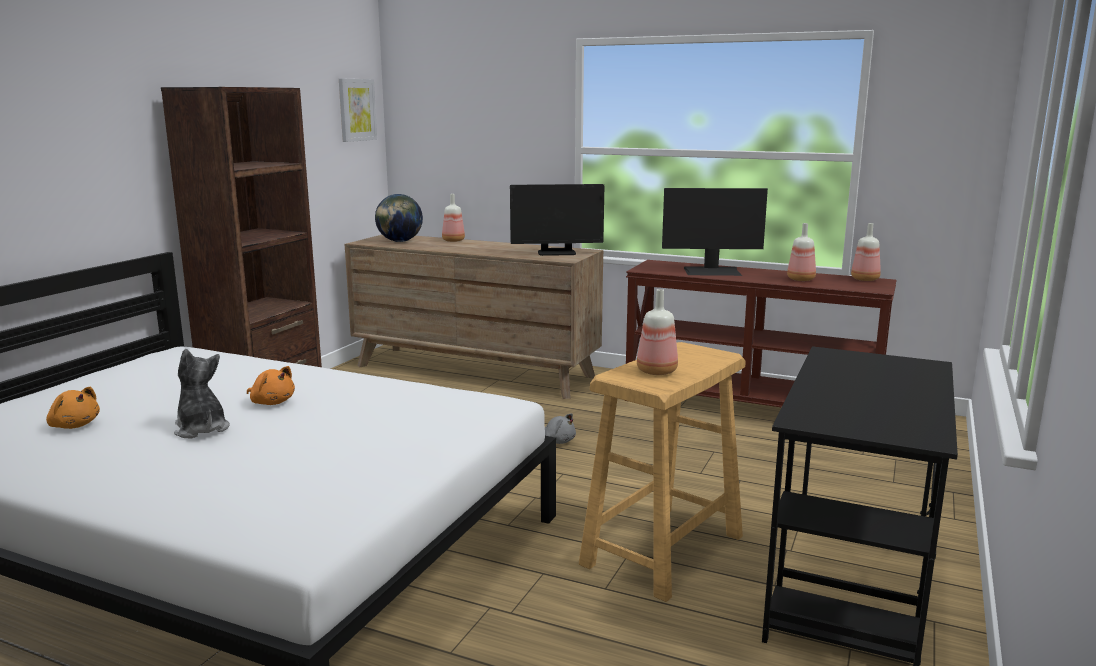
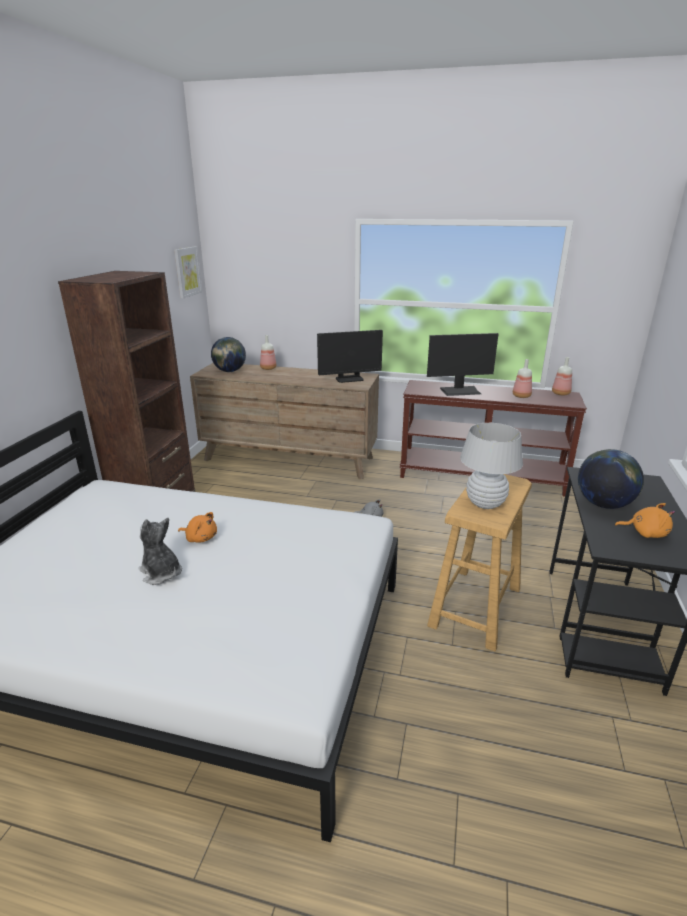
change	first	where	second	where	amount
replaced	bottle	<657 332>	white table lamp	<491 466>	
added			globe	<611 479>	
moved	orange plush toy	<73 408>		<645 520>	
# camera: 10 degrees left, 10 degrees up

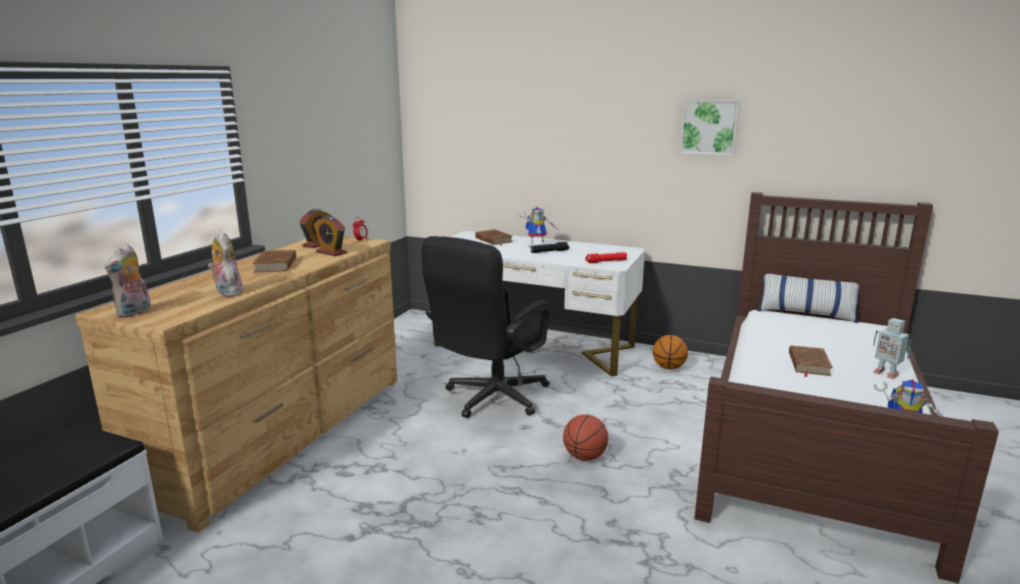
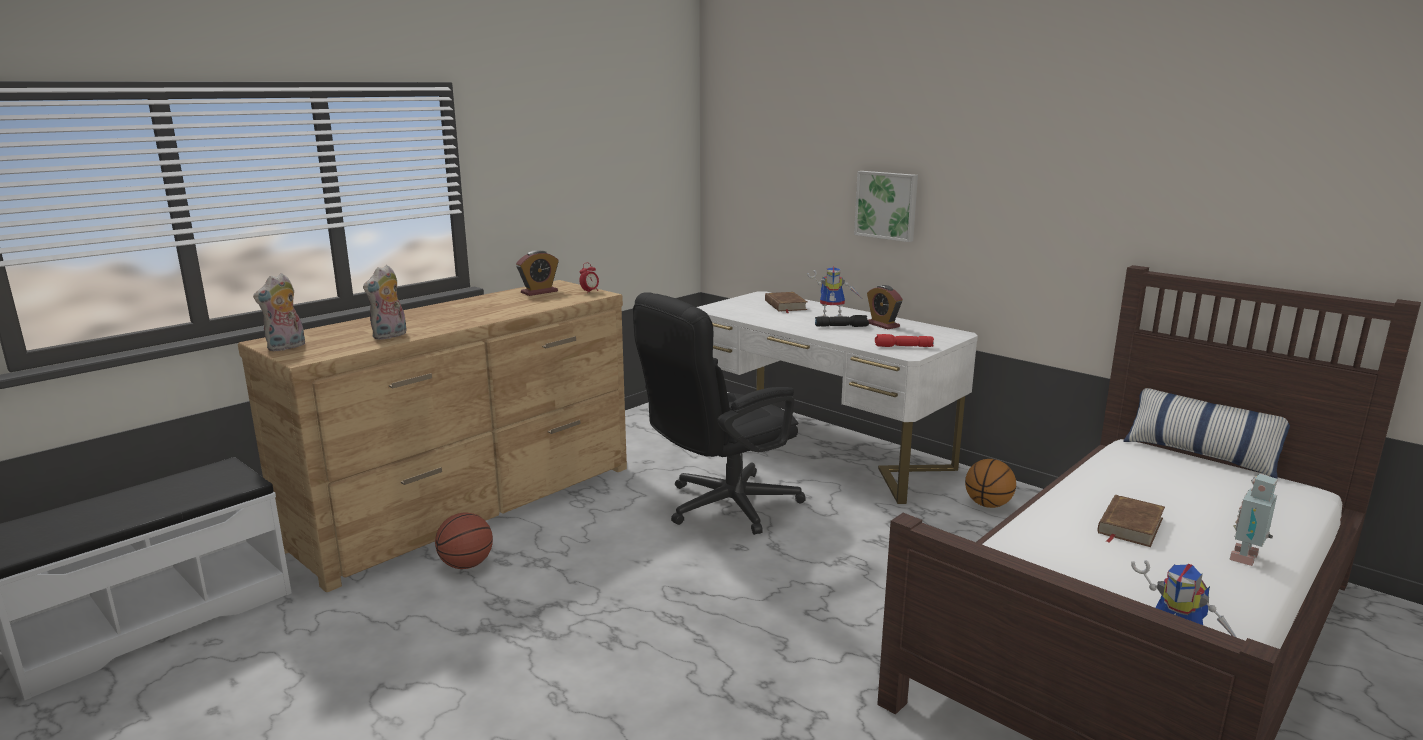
change	first	where	second	where	amount
turned	plush toy	<225 263>		<385 302>	135 degrees counterclockwise
moved	basketball	<585 438>		<464 541>	
moved	picture	<710 127>		<886 206>	
moved	alarm clock	<330 236>		<885 307>	
turned	toy robot	<892 348>		<1253 519>	60 degrees clockwise
removed	brown book	<274 261>			
# camera: 20 degrees right, 0 degrees up

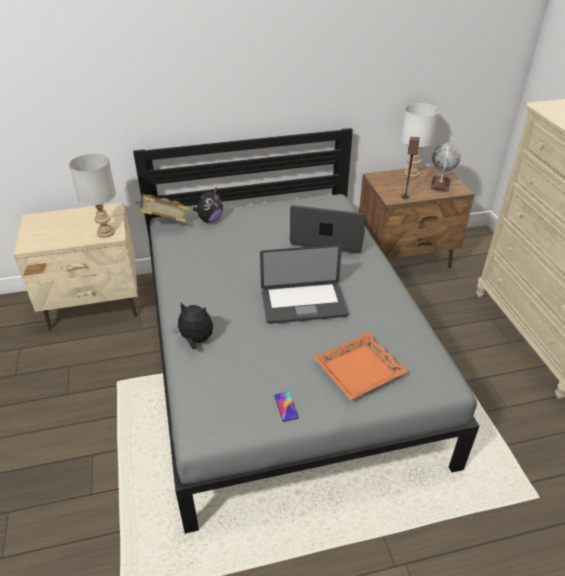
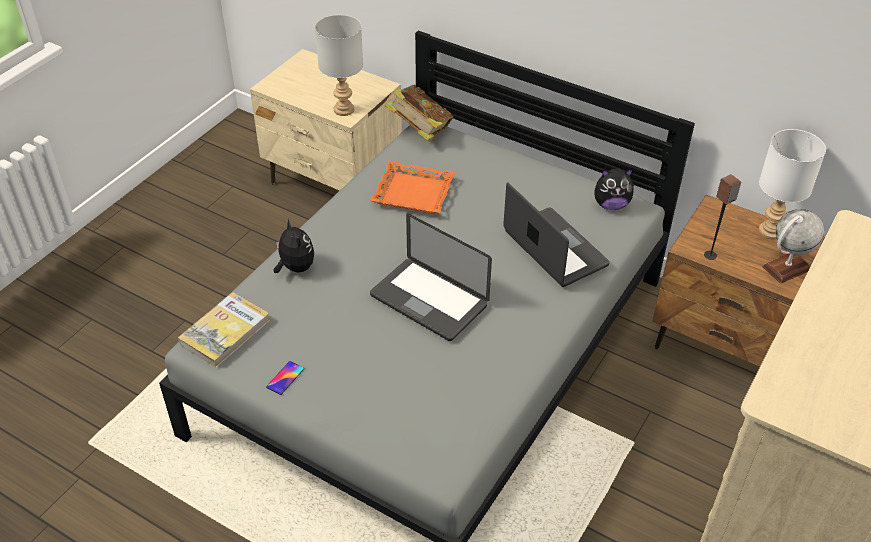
change	first	where	second	where	amount
added			book	<224 330>	
moved	orange tray	<361 366>		<413 187>	
moved	plush toy	<208 205>		<614 189>	
# camera: 45 degrees right, 5 degrees up

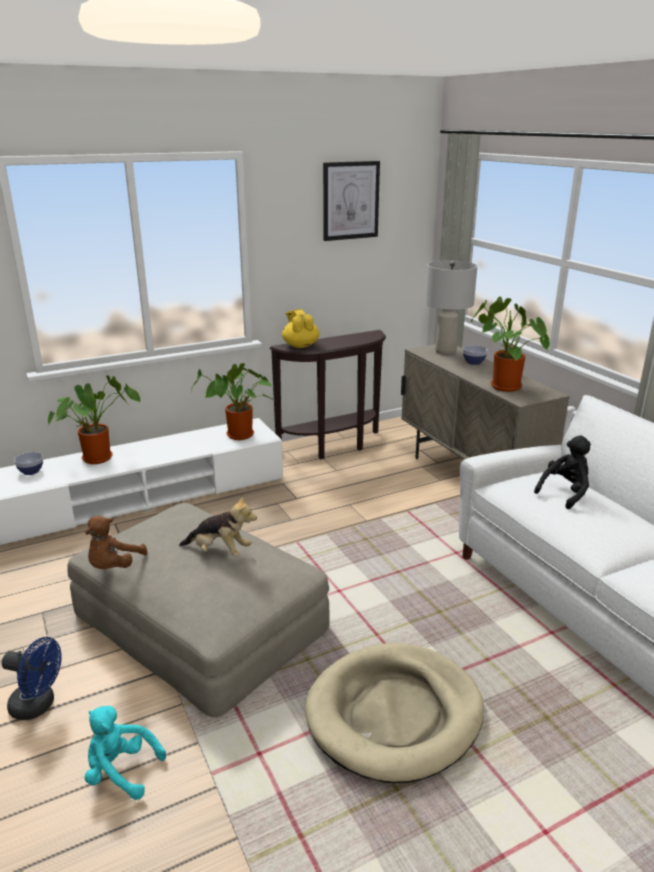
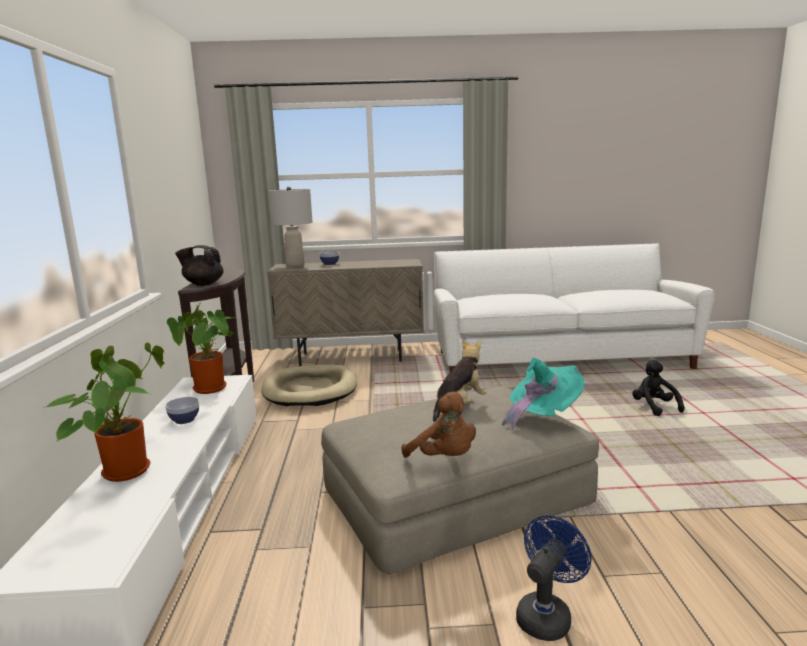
change	first	where	second	where	amount
moved	bowl	<28 463>		<182 410>	
recoloured	yellow teapot	<301 328>	black teapot	<199 265>	
moved	beige dog bed	<394 713>		<309 385>	
added			turquoise hat	<543 393>	
moved	black plush toy	<562 472>		<658 388>	
removed	turquoise plush toy	<125 753>			
removed	picture	<351 201>			
removed	potted plant	<510 344>			
# camera: 65 degrees left, 10 degrees down

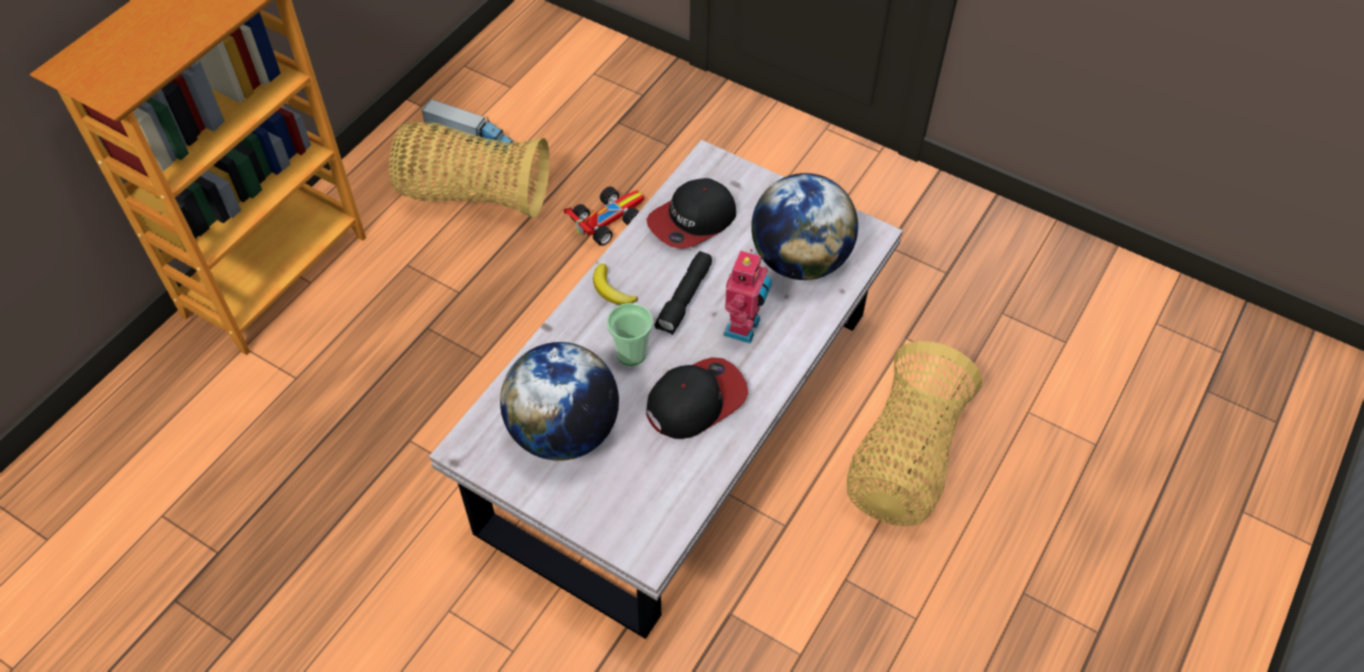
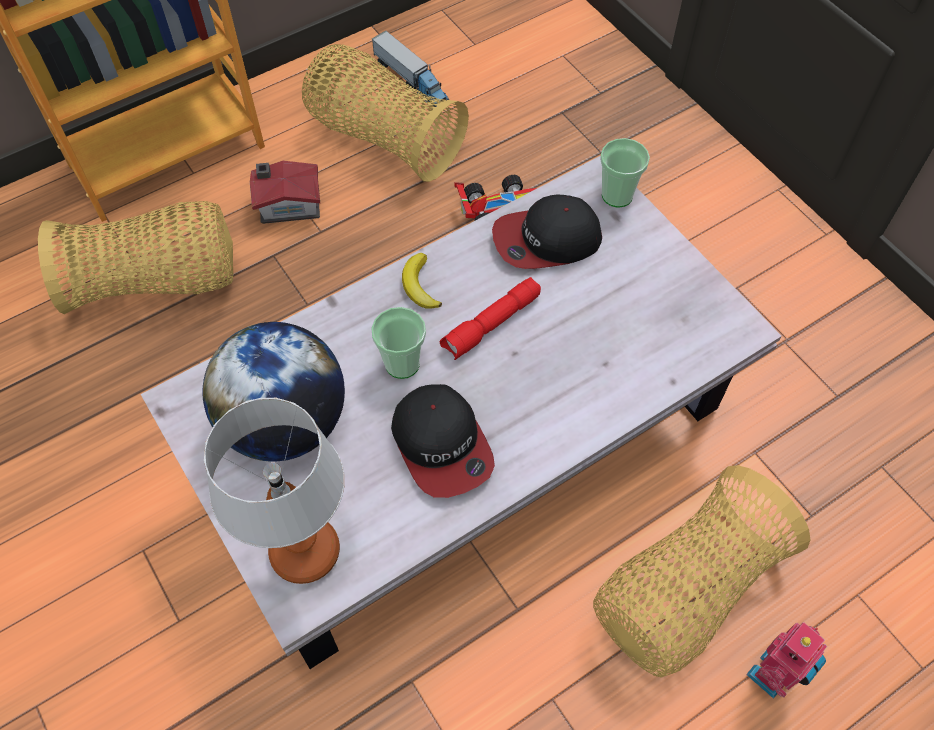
change	first	where	second	where	amount
added			basket	<135 257>	
added			table lamp	<274 491>	
added			toy house	<285 192>	
turned	cap	<697 398>		<443 441>	75 degrees clockwise
recoloured	black flashlight	<683 293>	red flashlight	<490 318>	
added			cup	<625 173>	
moved	toy robot	<747 296>		<786 660>	
removed	globe	<804 226>			
# camera: 25 degrees right, 5 degrees up

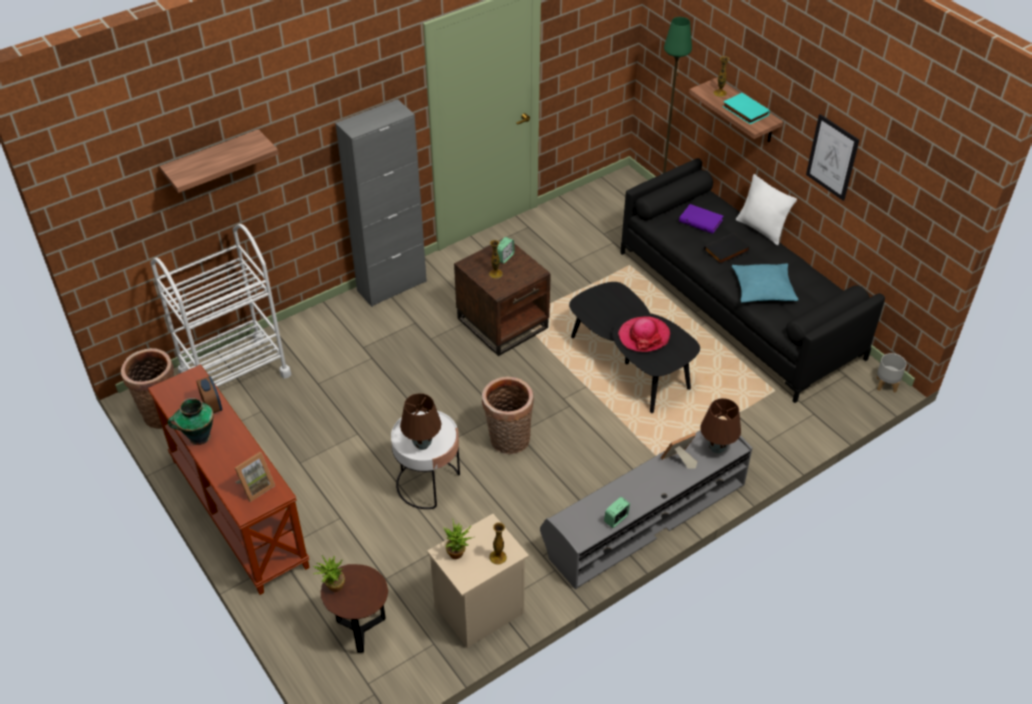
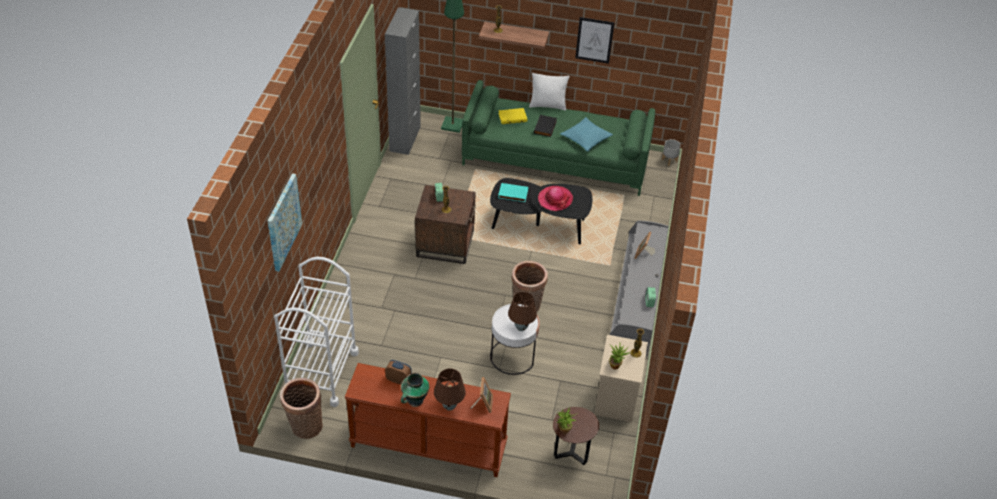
change	first	where	second	where	amount
replaced	shelf	<219 161>	picture	<285 222>	
moved	grey cabinet	<381 203>		<403 81>	
moved	brown table lamp	<720 426>		<450 389>	
recoloured	black sofa	<752 280>	green sofa	<558 138>	
recoloured	purple book	<701 219>	yellow book	<512 116>	
moved	turquoise book	<746 108>		<513 192>	
# camera: 45 degrees left, 0 degrees up

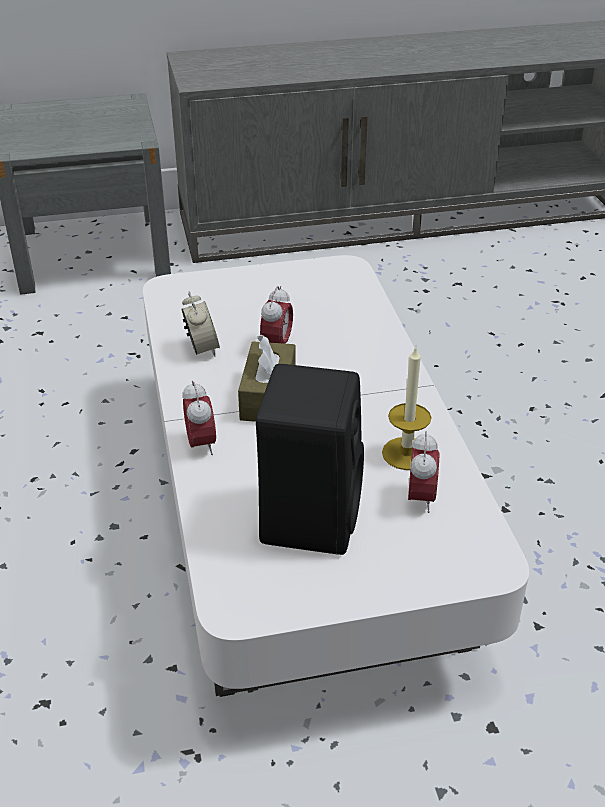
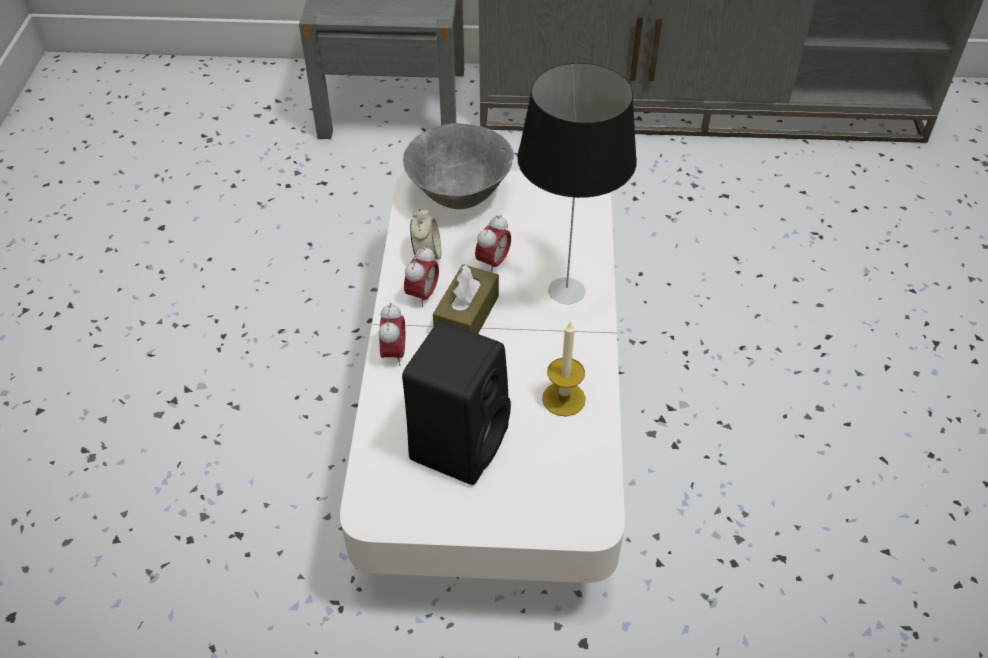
change	first	where	second	where	amount
added			grey bowl	<458 166>	
moved	alarm clock	<423 472>		<421 276>	
added			table lamp	<577 183>	
# camera: 15 degrees right, 10 degrees up

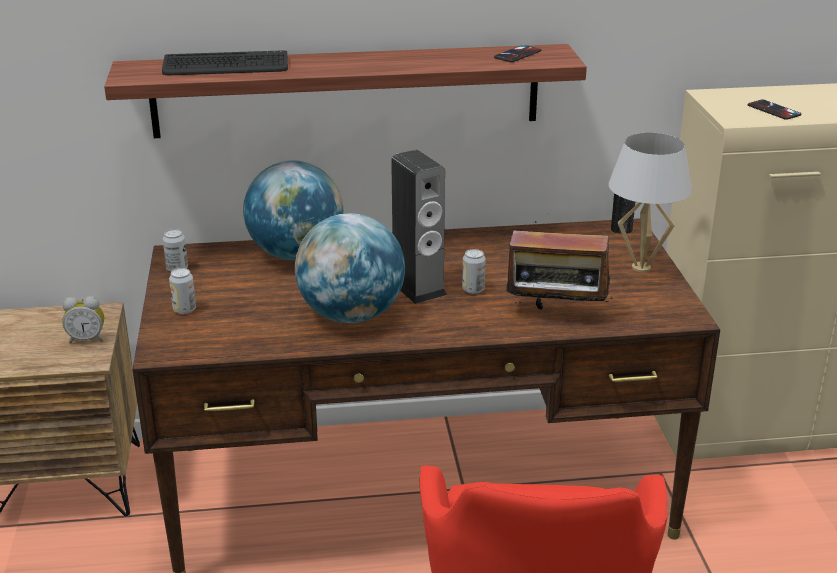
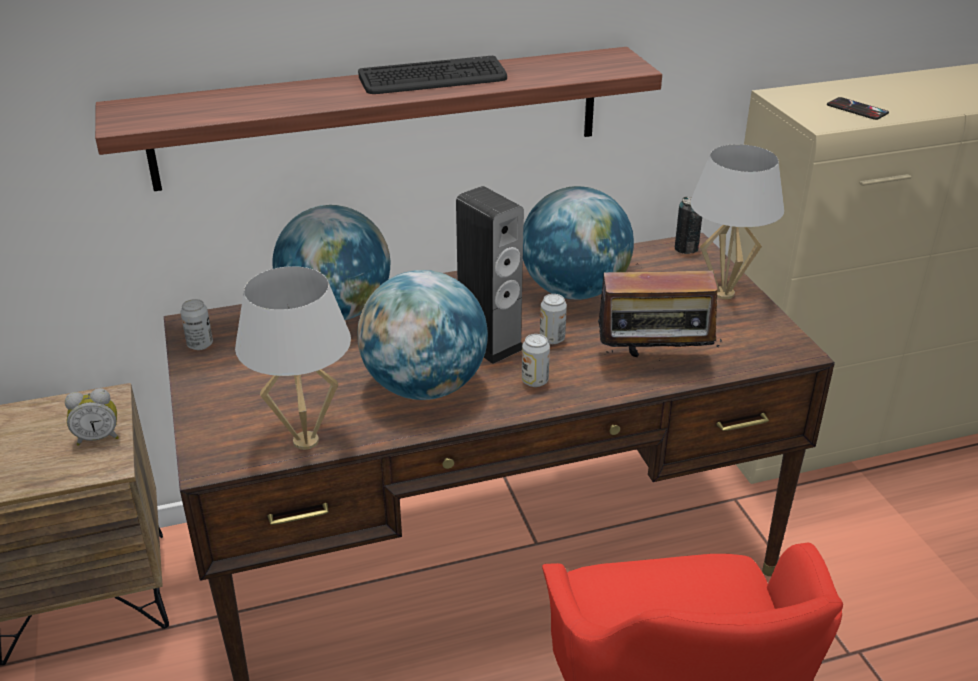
change	first	where	second	where	amount
added			white table lamp	<293 358>	
moved	keyboard	<225 62>		<432 75>	
moved	can	<182 291>		<536 360>	
added			globe	<578 243>	
removed	phone	<517 53>			
# camera: 10 degrees left, 5 degrees up

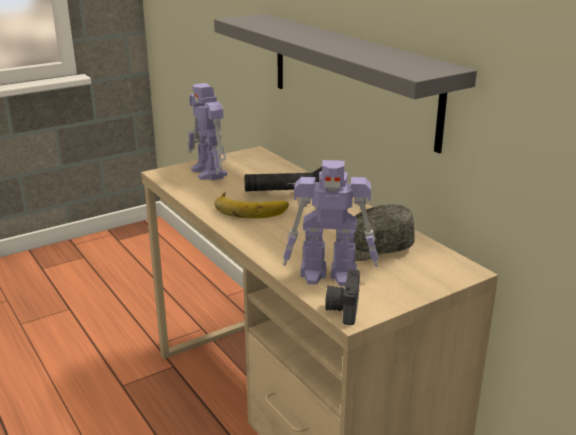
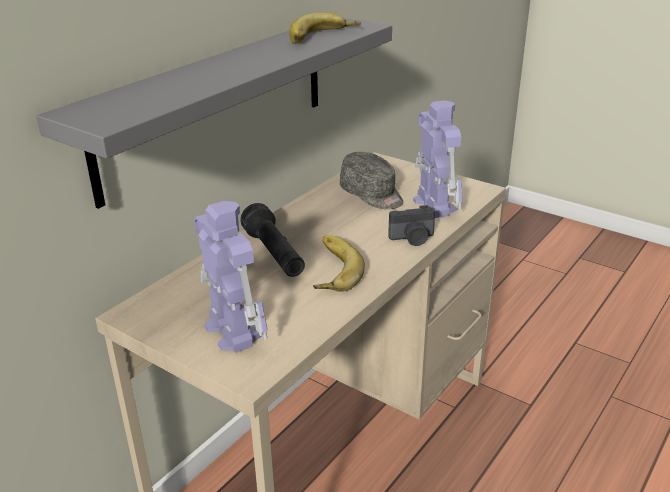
change	first	where	second	where	amount
turned	toy robot	<207 131>		<231 277>	75 degrees counterclockwise
added			banana	<325 28>	
moved	photo camera	<342 297>		<411 225>	
# camera: 110 degrees left, 5 degrees up

